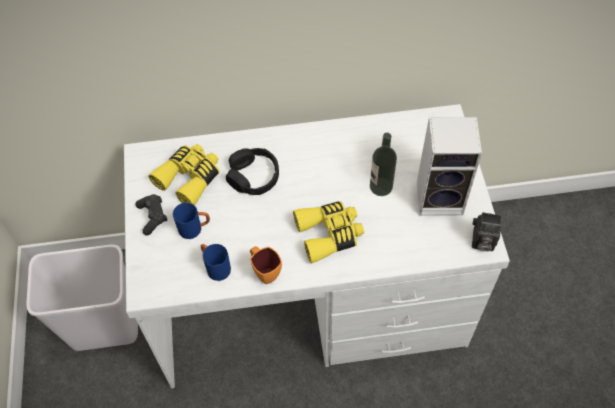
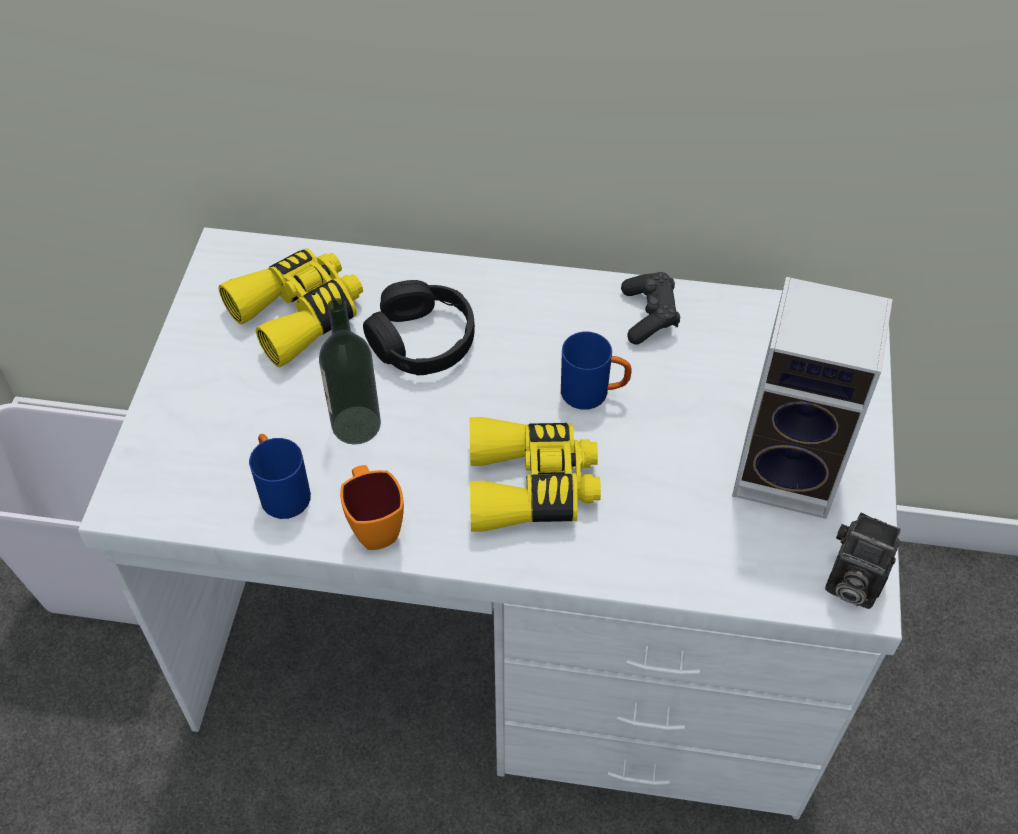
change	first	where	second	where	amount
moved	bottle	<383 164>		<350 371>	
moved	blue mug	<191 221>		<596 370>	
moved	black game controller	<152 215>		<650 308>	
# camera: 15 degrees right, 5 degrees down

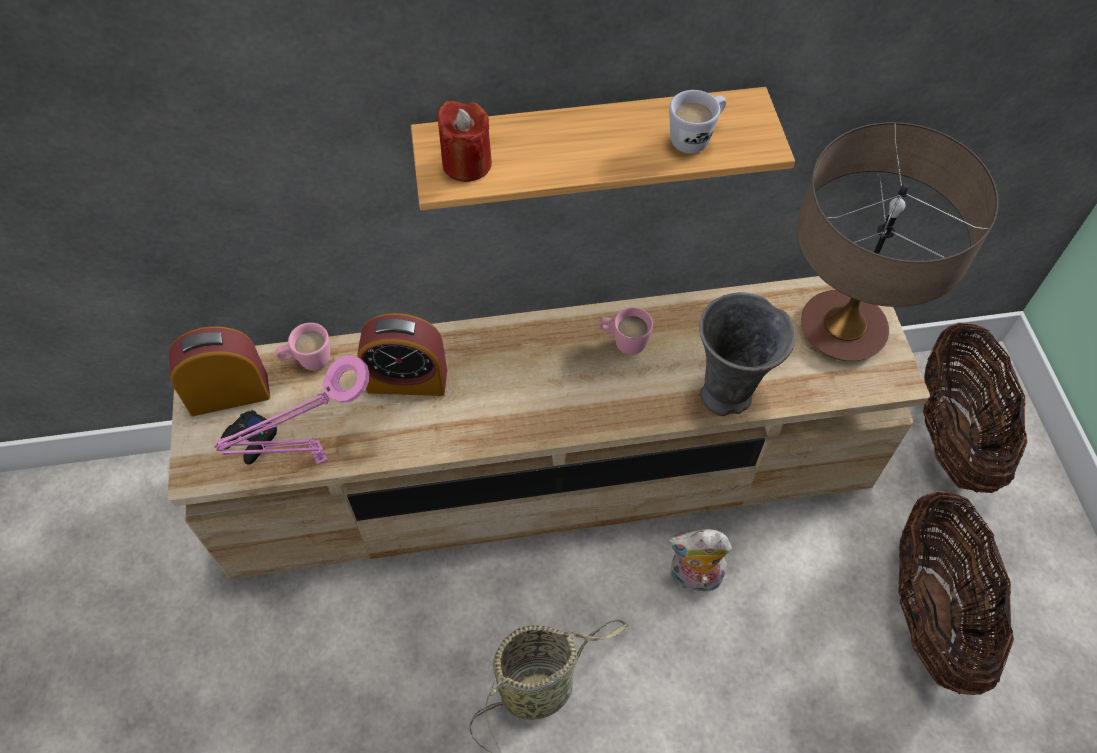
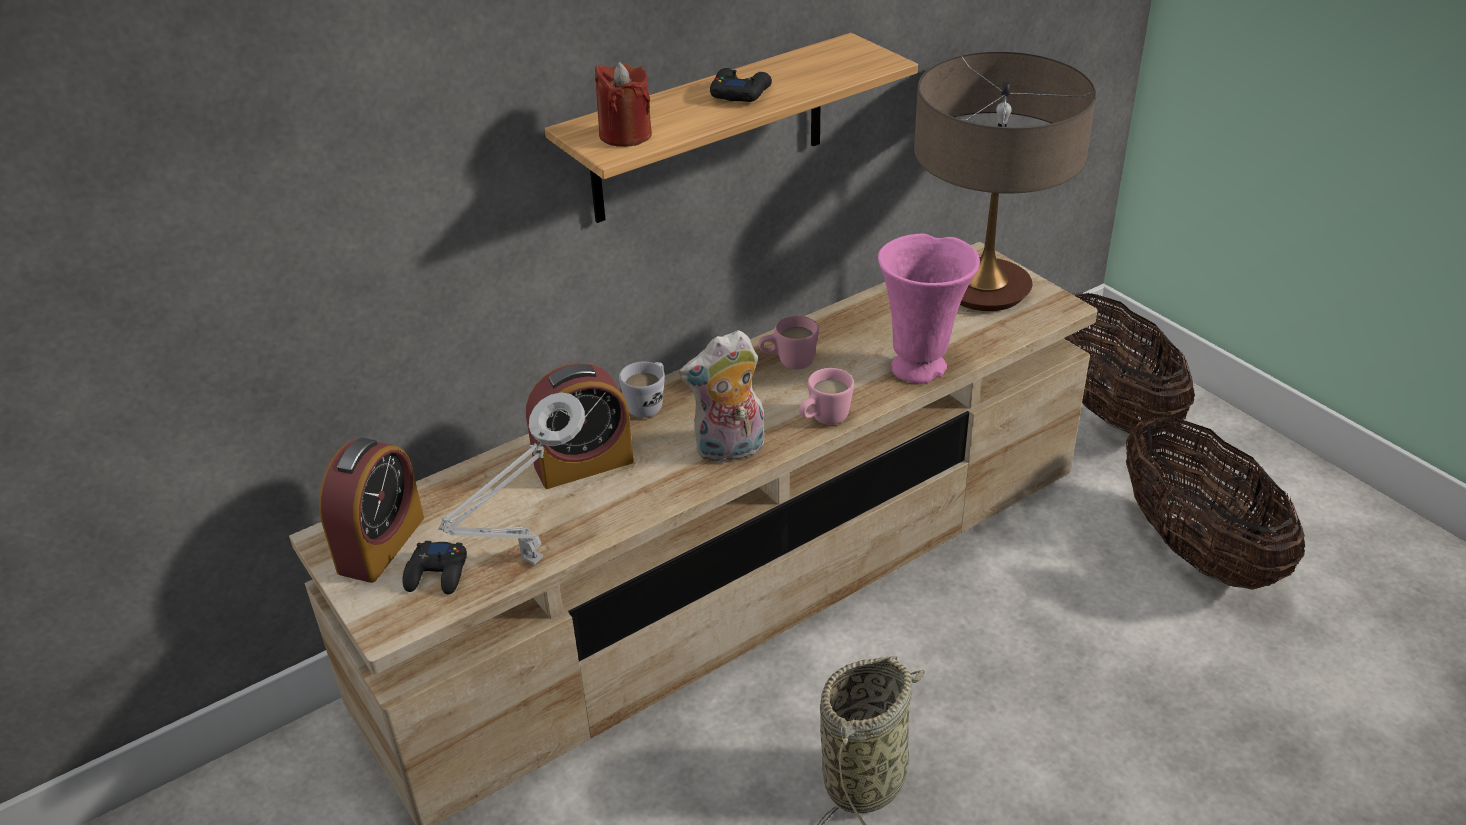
change	first	where	second	where	amount
turned	alarm clock	<219 371>		<371 510>	150 degrees clockwise
recoloured	pink table lamp	<292 410>	grey table lamp	<511 478>	
moved	white mug	<697 122>		<642 390>	
moved	plush toy	<700 560>		<721 397>	
added			black game controller	<741 85>	
moved	pink mug	<302 346>		<826 396>	
recoloured	grey vase	<747 354>	pink vase	<929 309>	
# camera: 25 degrees left, 20 degrees down

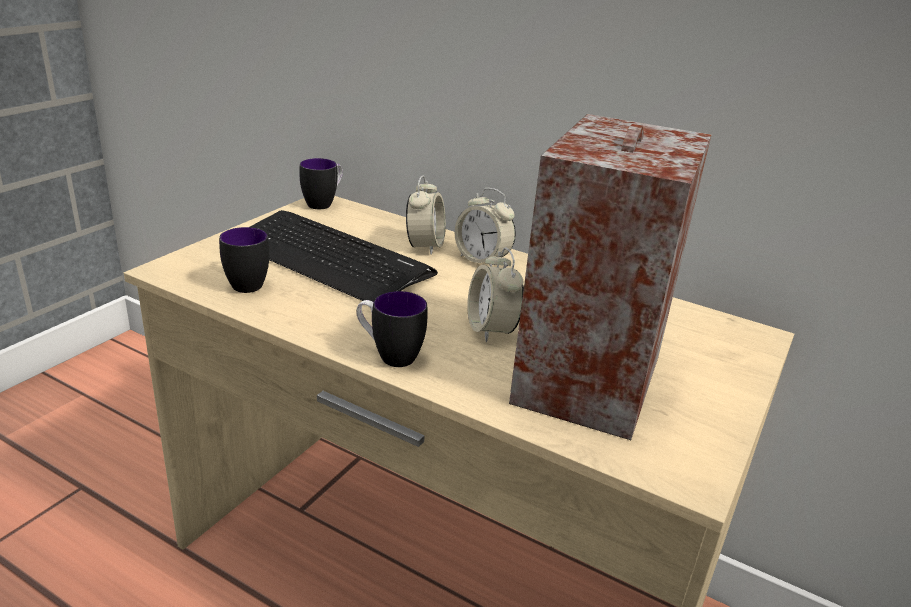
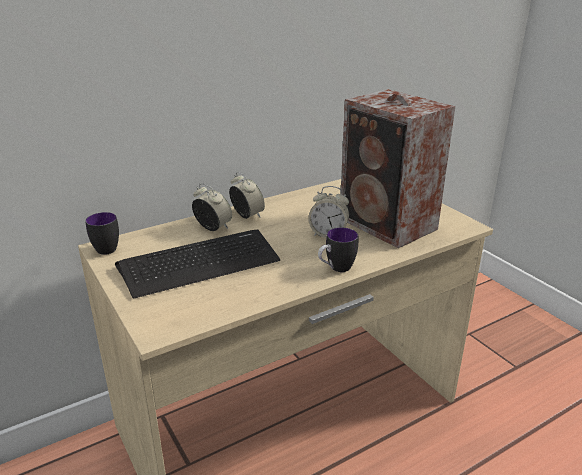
change	first	where	second	where	amount
turned	alarm clock	<485 227>		<247 195>	105 degrees counterclockwise
removed	mug	<244 260>			
# camera: 60 degrees left, 0 degrees up

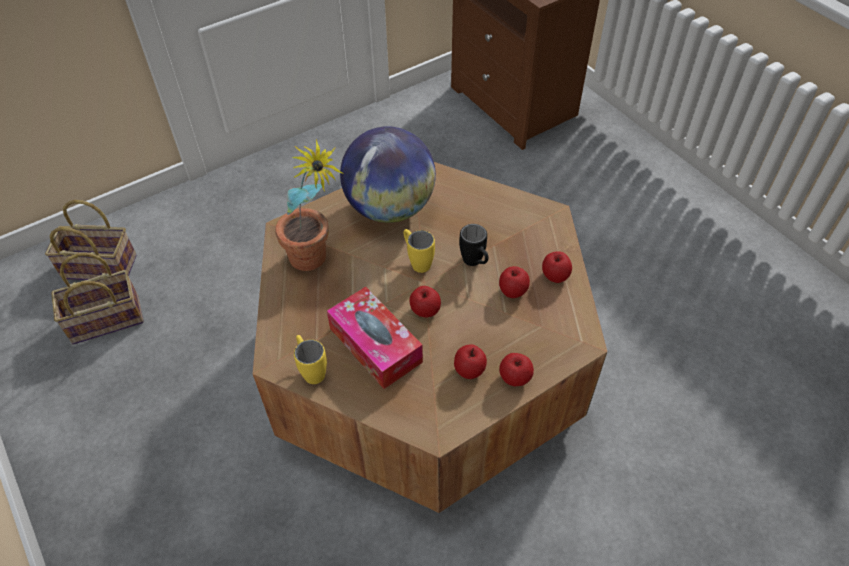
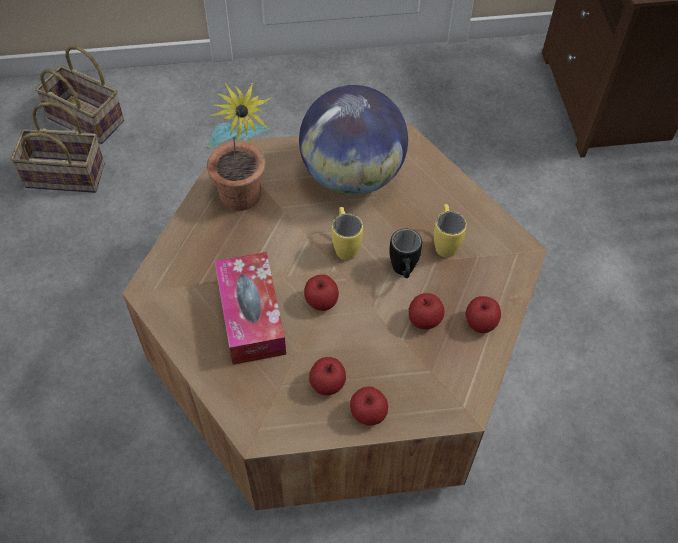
change	first	where	second	where	amount
moved	yellow mug	<310 359>		<450 230>	
# camera: 25 degrees right, 5 degrees up

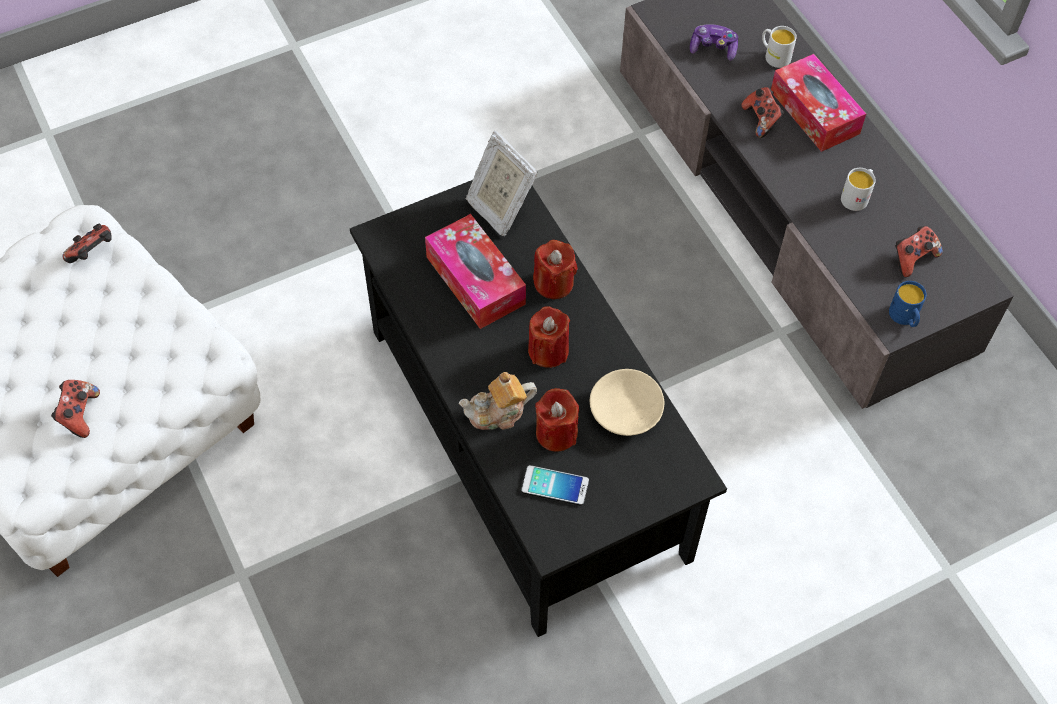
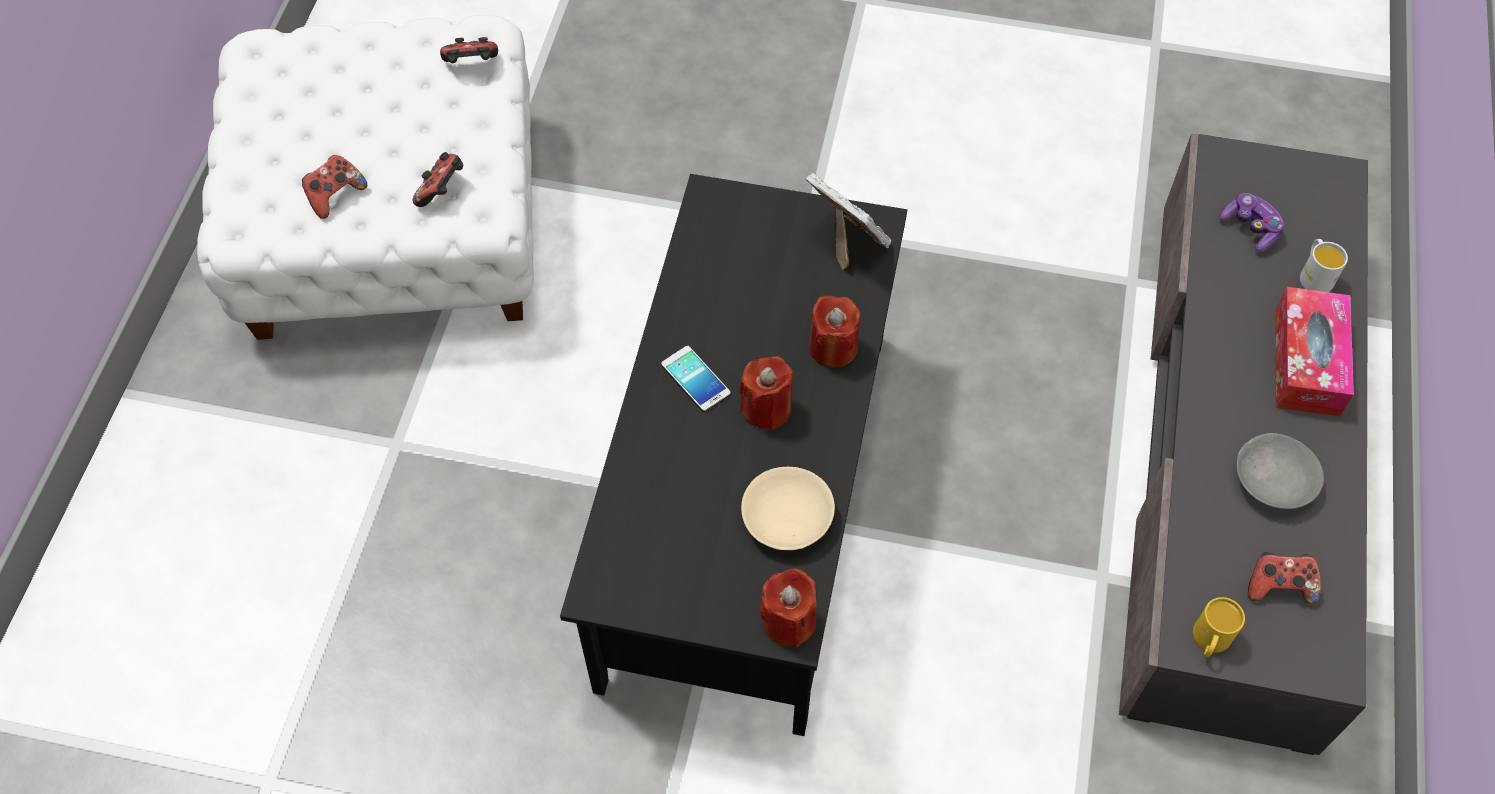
change	first	where	second	where	amount
moved	game controller	<763 112>		<438 179>	
moved	phone	<555 485>		<696 379>	
moved	red candle	<557 420>		<788 608>	
turned	picture frame	<502 183>		<848 221>	135 degrees clockwise
recoloured	blue mug	<908 304>	yellow mug	<1219 627>	
replaced	white mug	<858 189>	grey bowl	<1280 471>	
removed	tissue box	<475 271>			
removed	teapot	<497 401>			
# camera: 40 degrees right, 0 degrees up

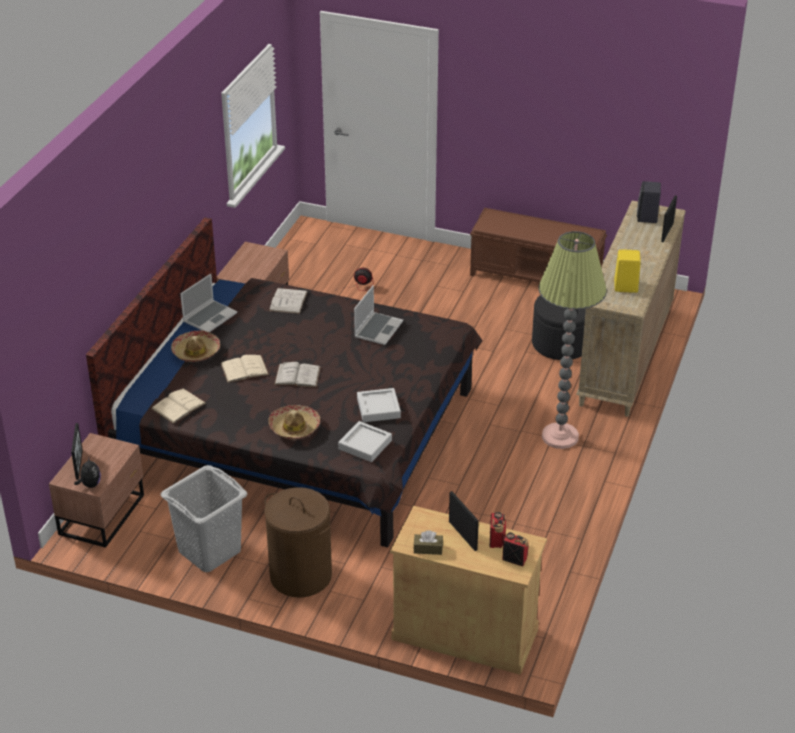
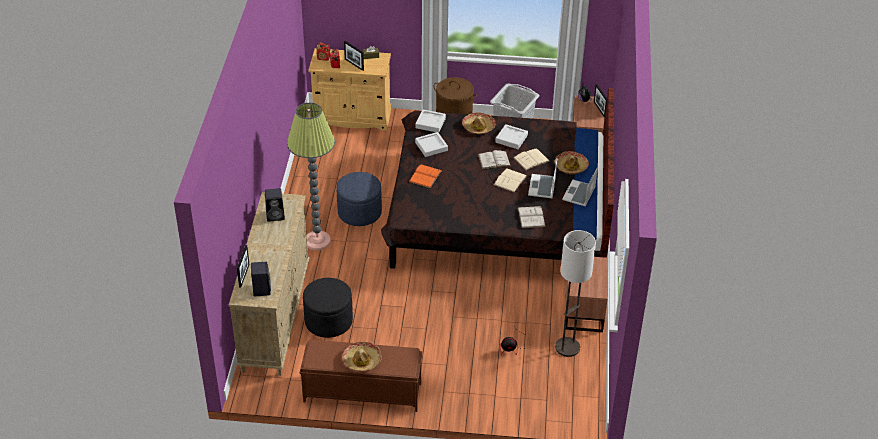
change	first	where	second	where	amount
recoloured	yellow speaker	<627 271>	black speaker	<275 205>	
added			blue ottoman	<359 199>	
added			hat	<362 356>	
added			orange book	<425 176>	
moved	beige book	<178 406>		<510 180>	
added			grey tray	<511 136>	
moved	laptop	<378 315>		<542 179>	
added			floor lamp	<575 293>	
# camera: 165 degrees right, 5 degrees up

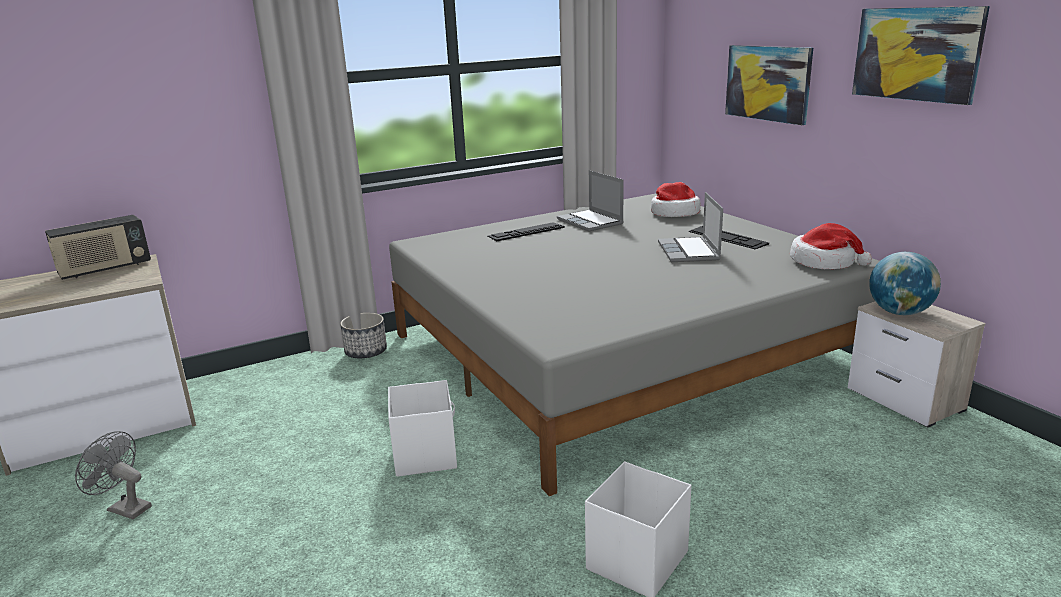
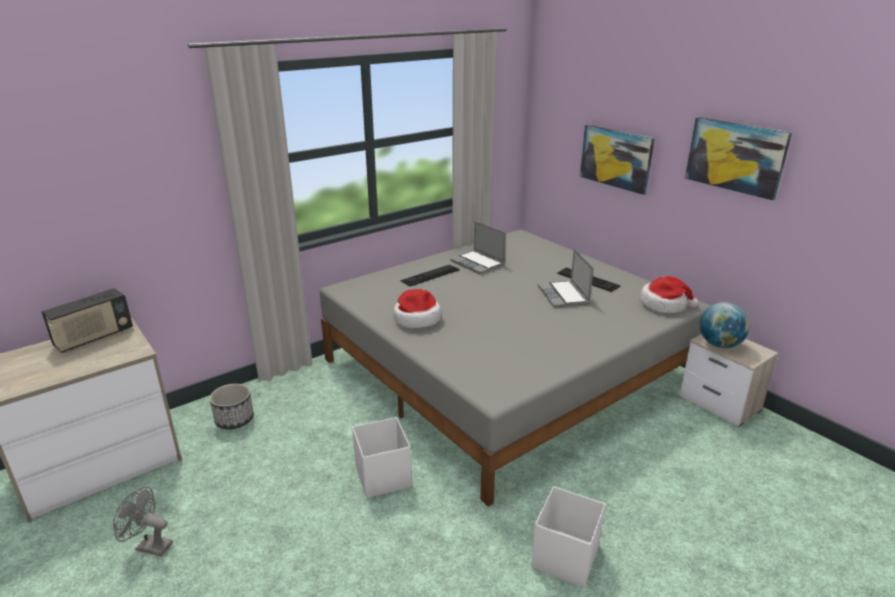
change	first	where	second	where	amount
moved	planter	<363 335>		<232 406>	
moved	hat	<676 199>		<417 308>	
# camera: 10 degrees left, 5 degrees up

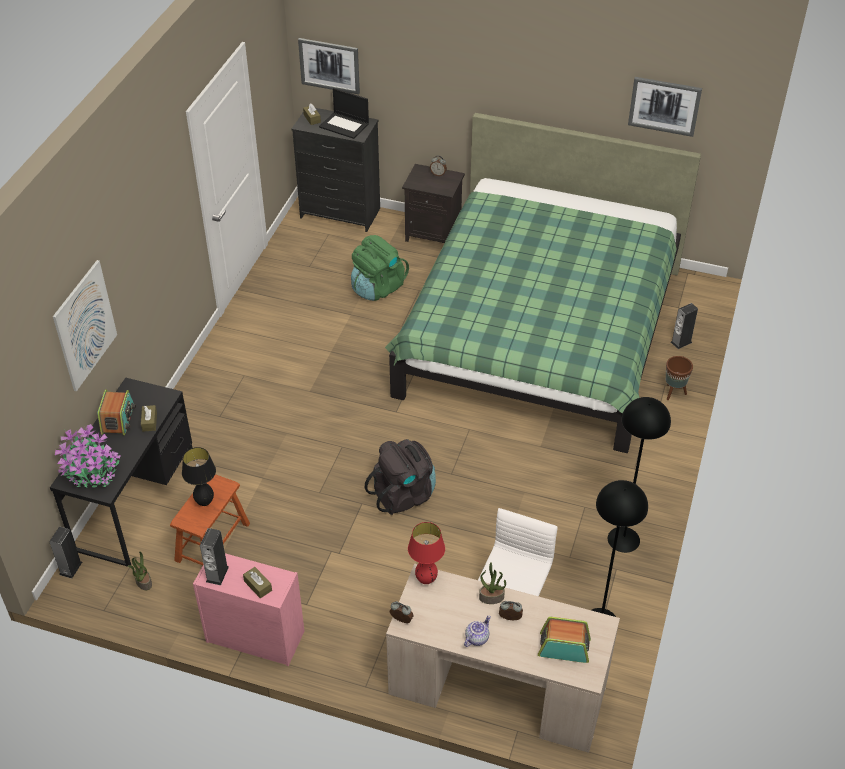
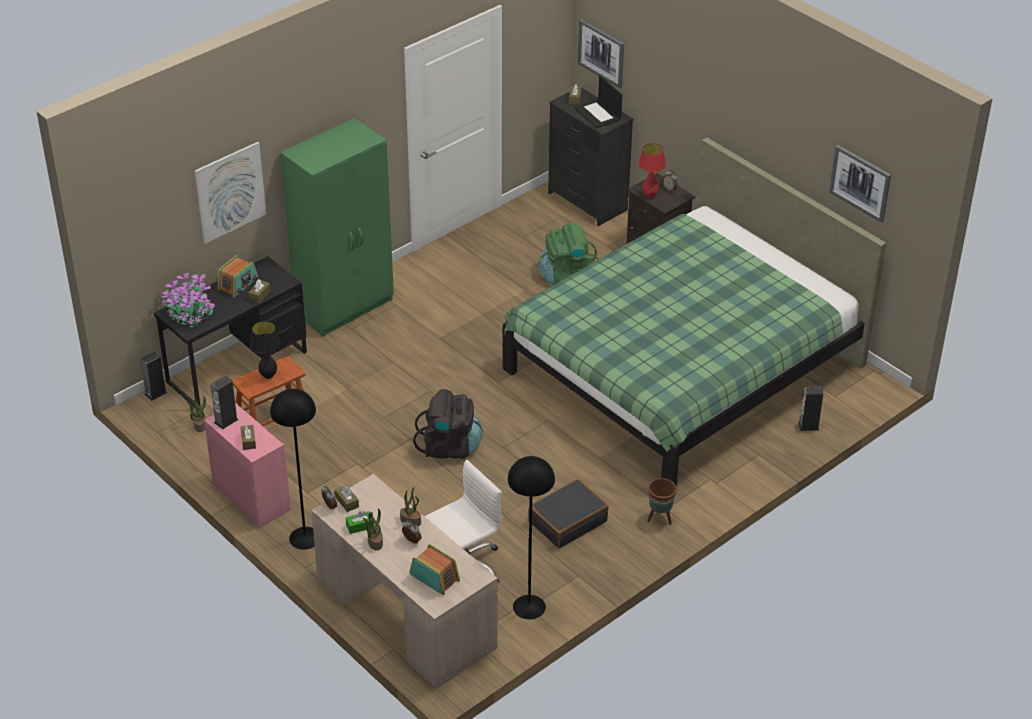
change	first	where	second	where	amount
moved	black floor lamp	<639 475>		<293 469>	
added			green wardrobe	<337 227>	
added			brown tissue box	<347 498>	
added			green tissue box	<360 522>	
replaced	teapot	<477 631>	potted plant	<372 530>	
added			black suitcase	<568 513>	
moved	red table lamp	<426 553>		<652 170>	
moved	brown planter	<679 378>		<662 501>	
# camera: 30 degrees right, 5 degrees down

